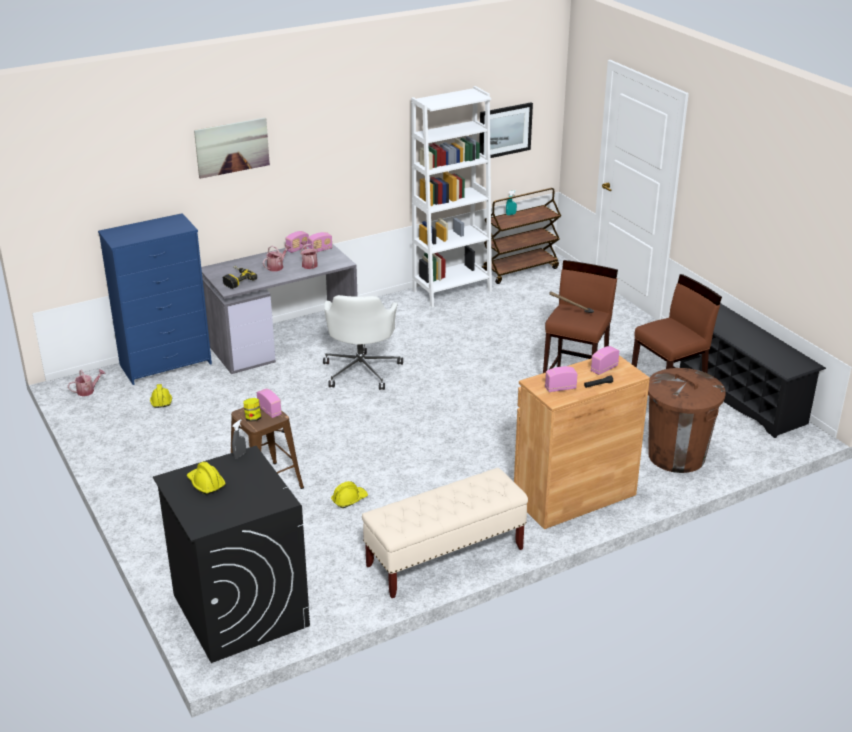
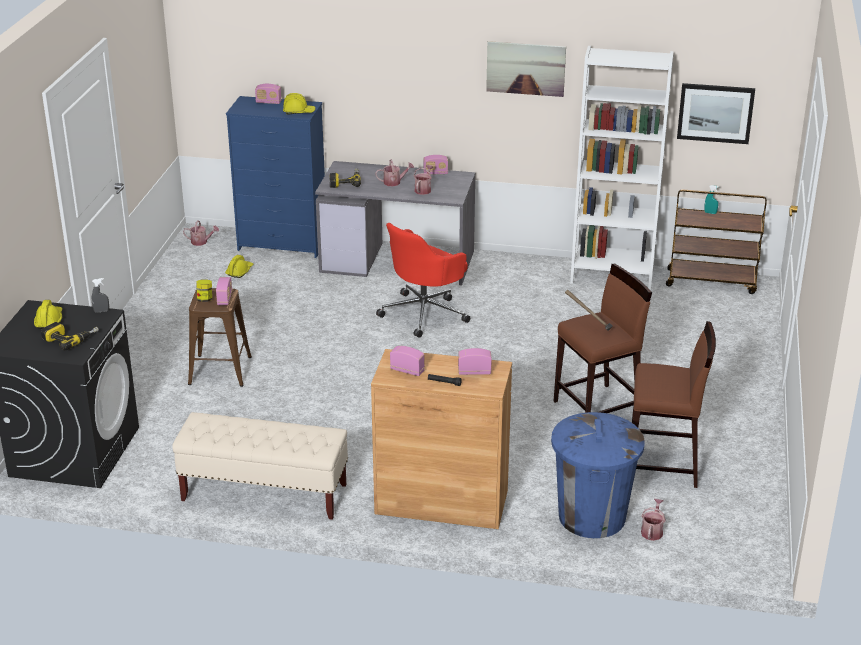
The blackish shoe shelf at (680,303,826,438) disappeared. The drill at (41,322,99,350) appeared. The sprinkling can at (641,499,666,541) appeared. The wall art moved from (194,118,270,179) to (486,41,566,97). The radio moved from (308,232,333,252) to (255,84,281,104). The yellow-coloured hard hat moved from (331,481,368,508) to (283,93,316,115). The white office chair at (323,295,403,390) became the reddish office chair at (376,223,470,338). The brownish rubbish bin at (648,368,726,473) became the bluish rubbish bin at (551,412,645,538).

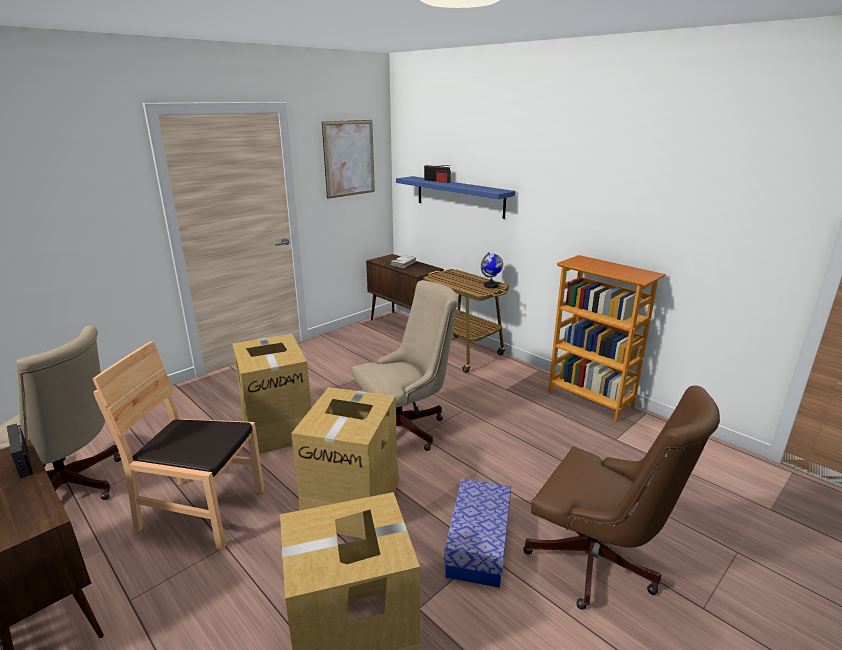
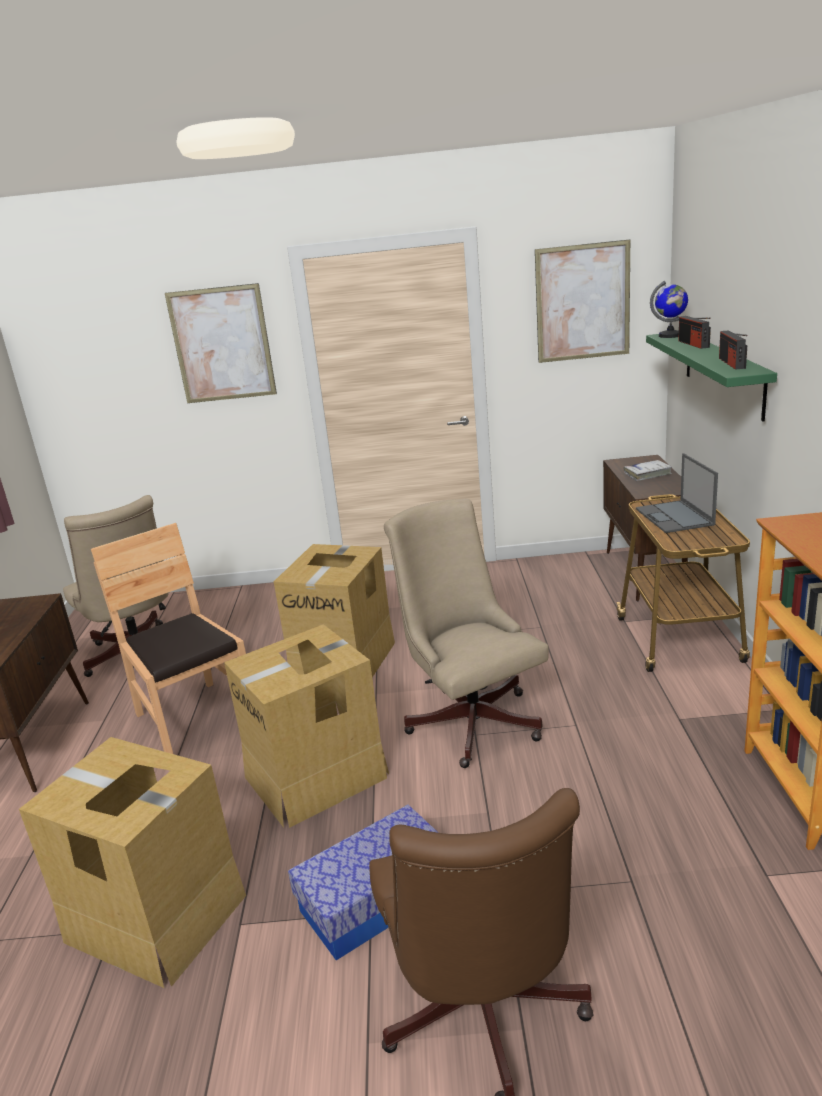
The wall art at (165,283,277,403) appeared. The notebook computer at (636,453,718,533) appeared. The radio moved from (7,423,33,478) to (719,330,748,370). The desk globe moved from (481,252,503,288) to (650,281,688,338). The bluish bracket shelf at (396,176,516,219) became the green bracket shelf at (646,334,777,422). The sand-coloured office chair at (352,280,458,451) turned 135 degrees counterclockwise.

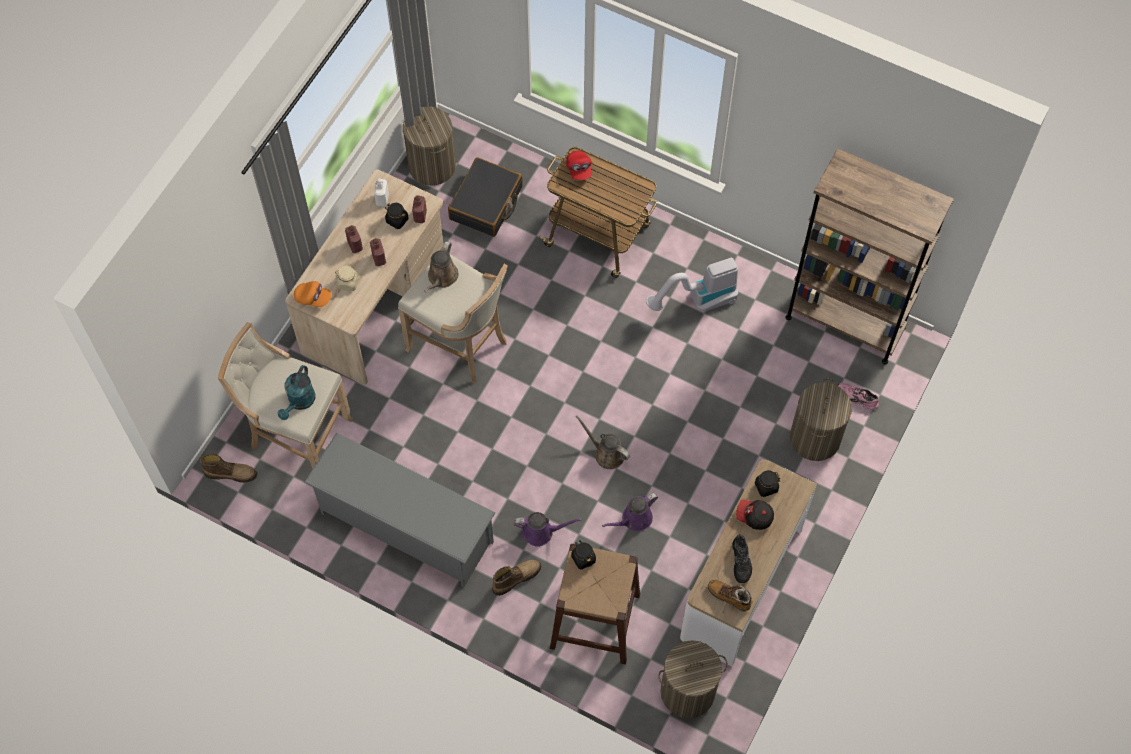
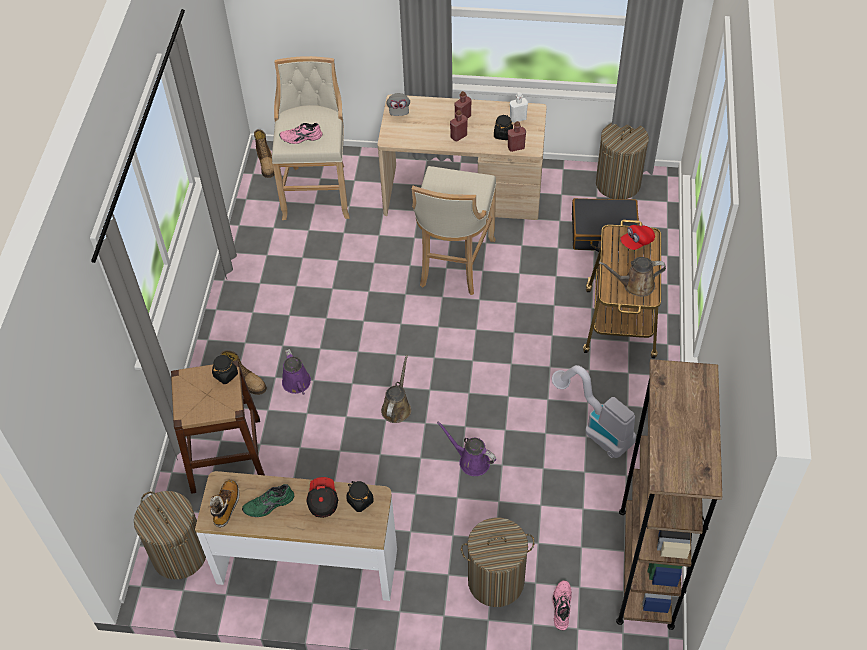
The grey shoe shelf at (305,433,496,587) disappeared. The sand-coloured jar at (335,266,360,291) disappeared. The brownish sprinkling can moved from (424,242,458,292) to (598,257,666,297). The purple-coloured sprinkling can moved from (602,493,658,531) to (437,421,496,476). The blue-green sprinkling can at (278,365,315,420) was replaced by the pink-coloured shoe at (279,123,323,144). The orangey cap at (294,281,331,307) became the grey cap at (386,93,410,116). The blackish shoe at (733,535,752,583) became the green shoe at (242,484,294,517).

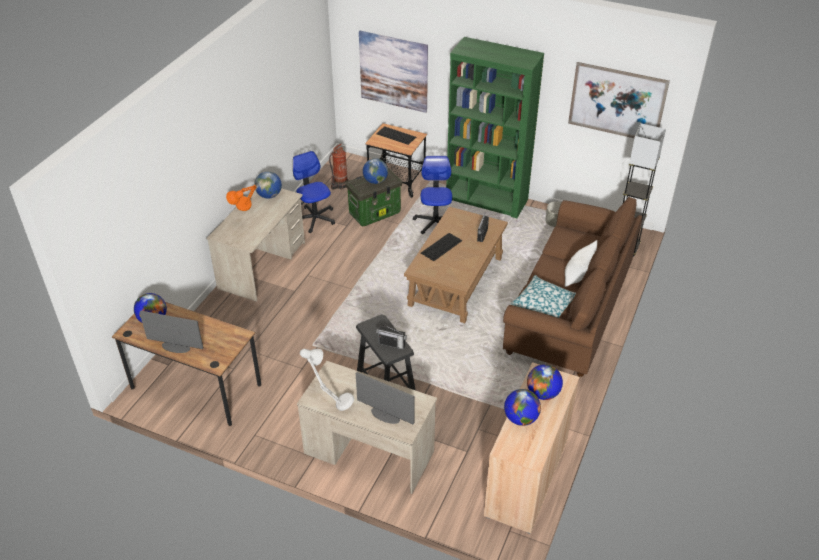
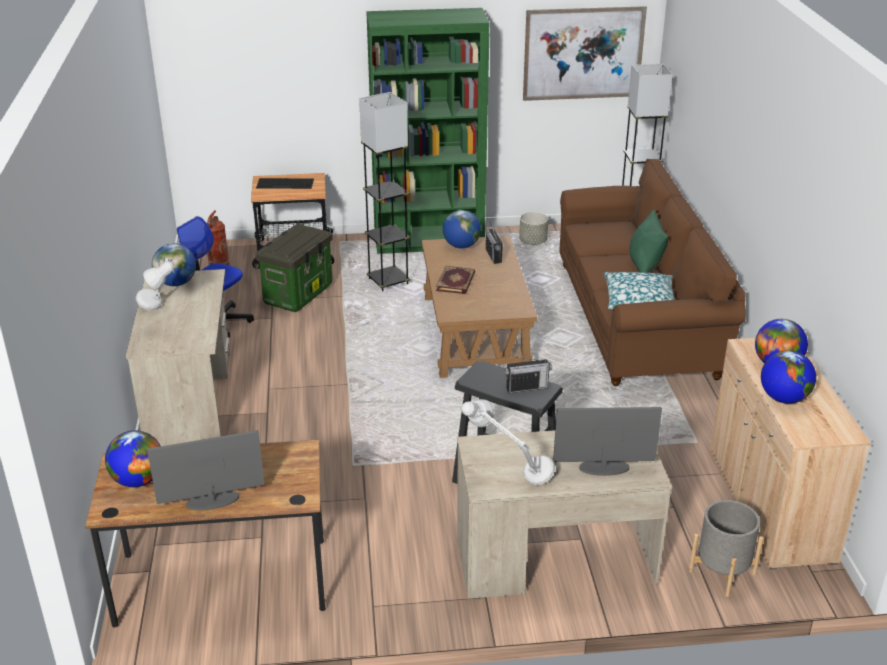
The wall art at (359,31,428,113) disappeared. The grey flower pot at (689,500,764,597) appeared. The desk globe moved from (363,158,388,184) to (443,210,481,248). The office chair at (413,156,452,234) was replaced by the grey standing lamp at (359,92,410,291). The keyboard at (421,233,462,261) was replaced by the book at (436,266,475,294). The orangey lamp for a table at (226,185,256,211) became the grey lamp for a table at (136,258,174,310). The white pillow at (565,240,597,287) became the green pillow at (629,209,668,273).

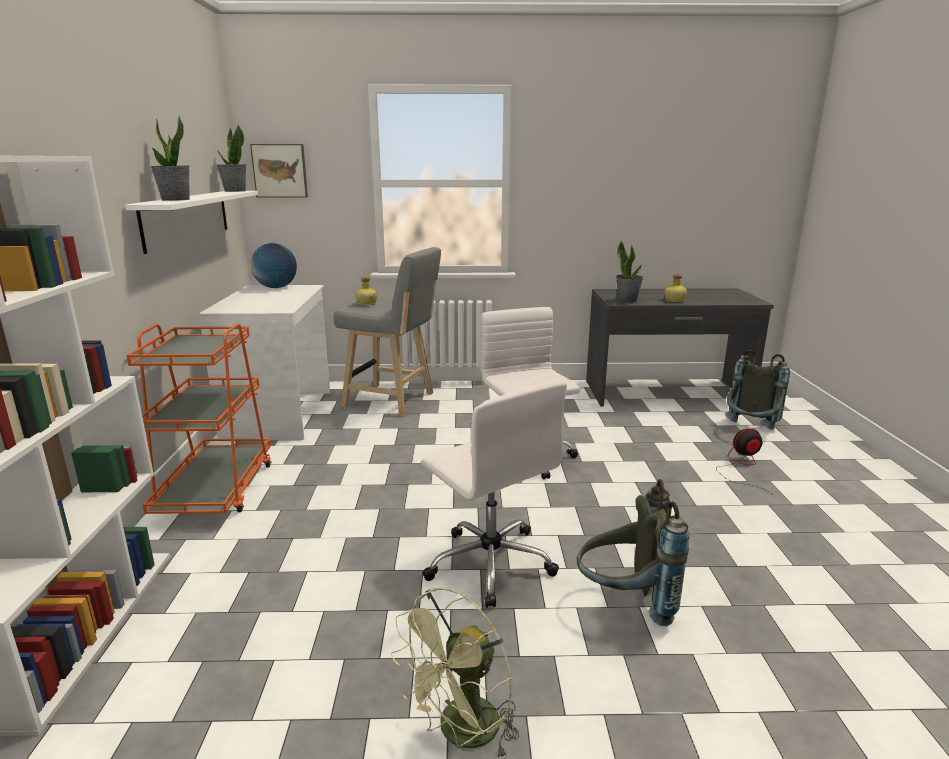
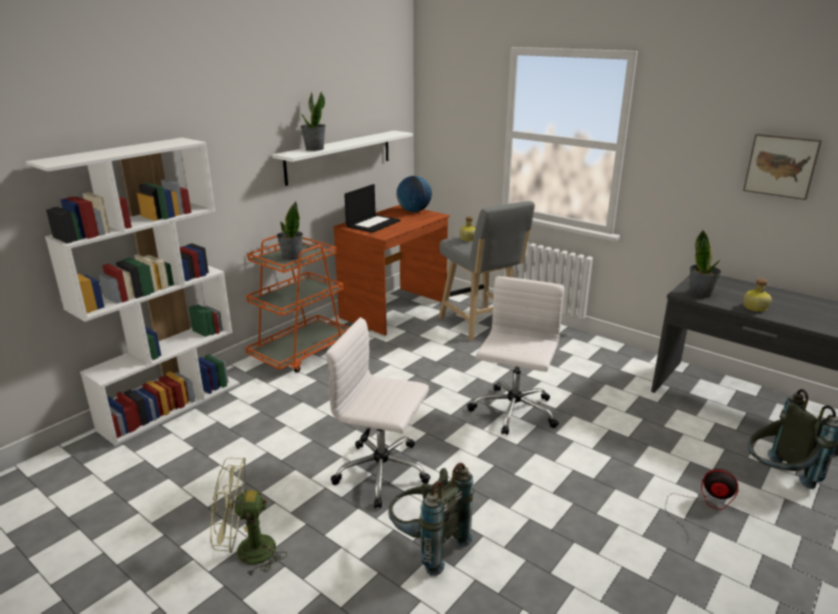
The notebook computer at (344,184,401,233) appeared. The plant in a pot moved from (217,124,247,192) to (277,201,303,260). The wall art moved from (250,144,308,197) to (743,133,822,200). The white desk at (199,285,330,440) became the brownish desk at (333,205,450,336). The white office chair at (421,382,567,608) turned 105 degrees clockwise.

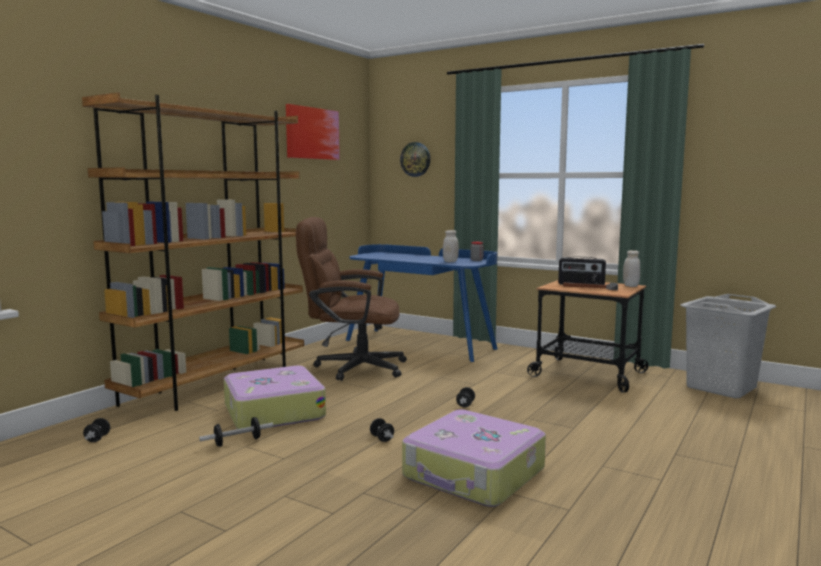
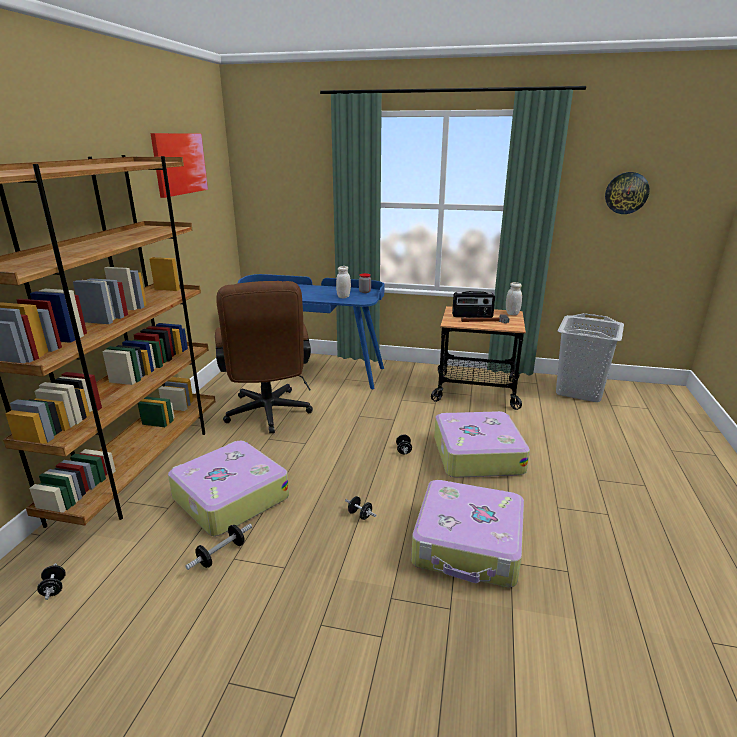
The suitcase at (434,411,530,478) appeared. The wall clock moved from (400,142,430,177) to (605,172,650,214). The brownish office chair at (296,217,407,381) turned 90 degrees counterclockwise.

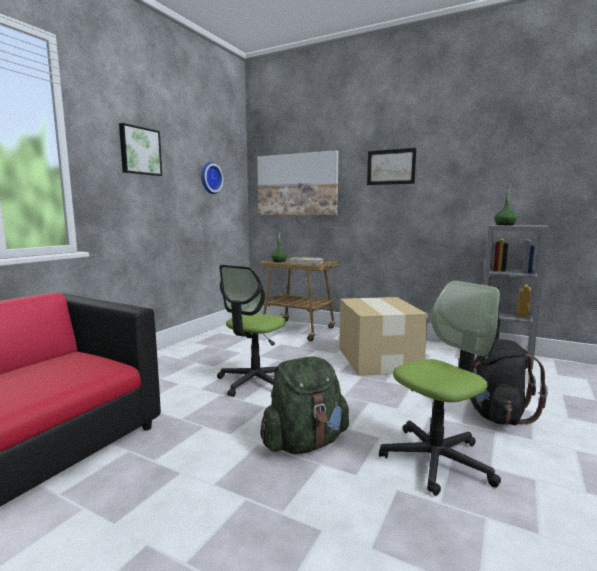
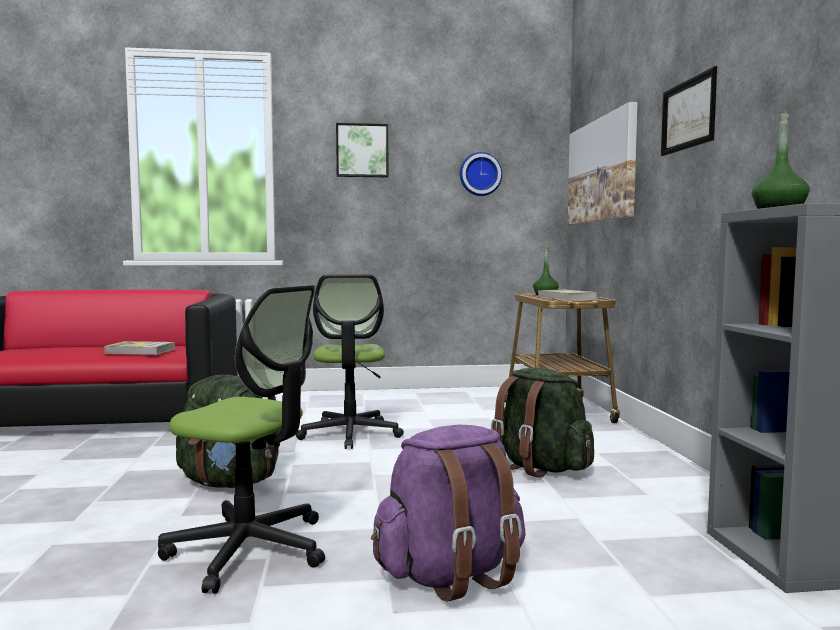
The book at (104,341,175,355) appeared. The carton at (339,297,428,376) was replaced by the green backpack at (491,368,594,478). The blackish backpack at (470,339,548,425) became the purple-coloured backpack at (371,425,526,602). The office chair at (217,265,286,397) turned 90 degrees counterclockwise.

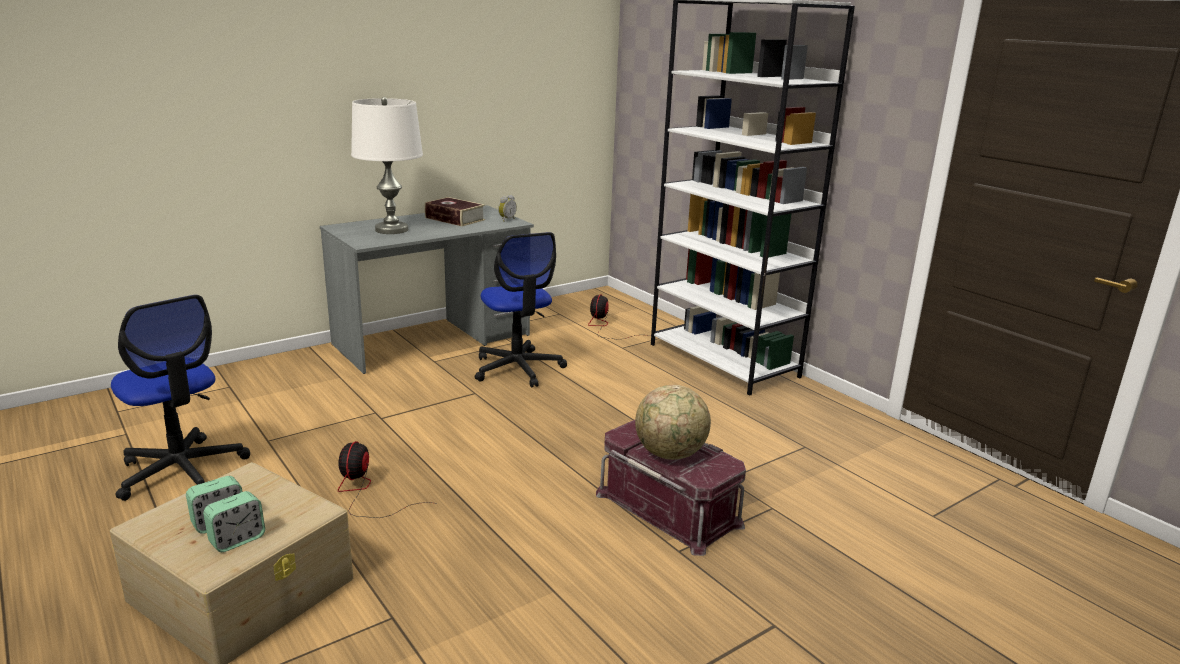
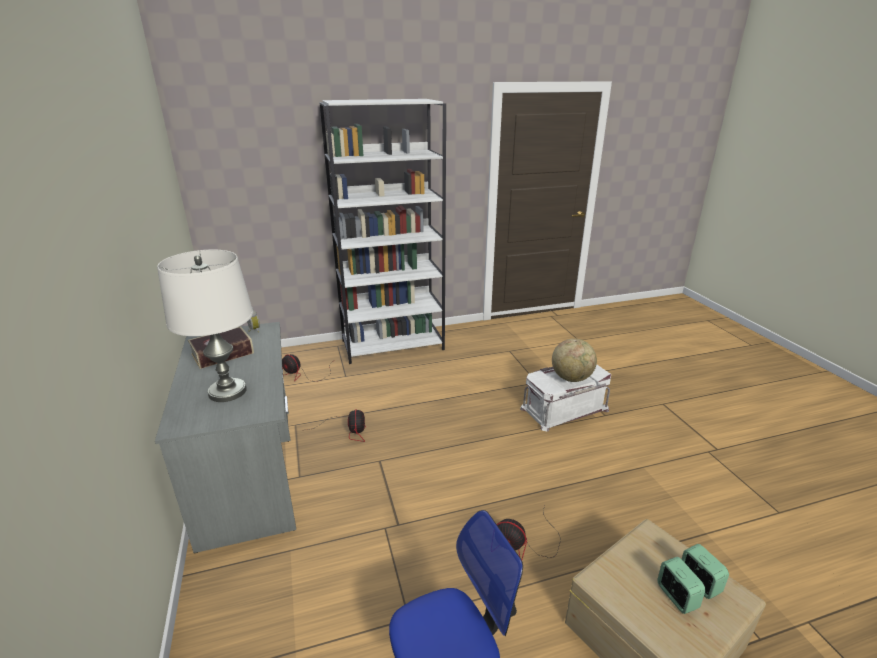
The office chair at (475,232,567,388) was replaced by the cooling fan at (309,409,366,442). The reddish storage box at (596,420,746,556) became the white storage box at (520,364,611,432).

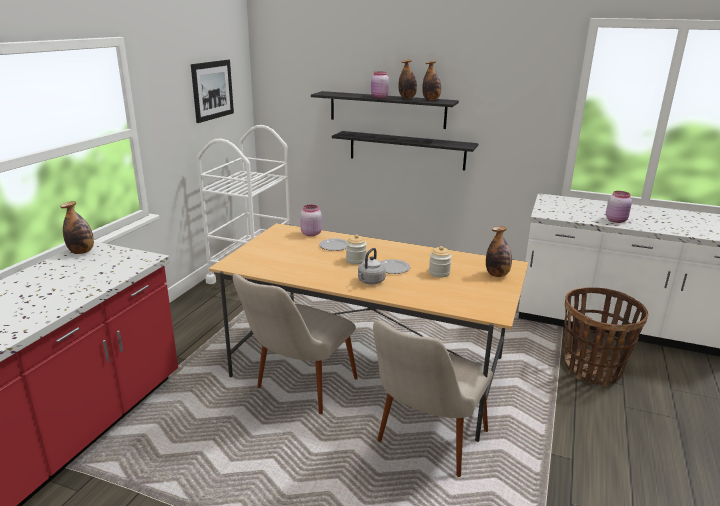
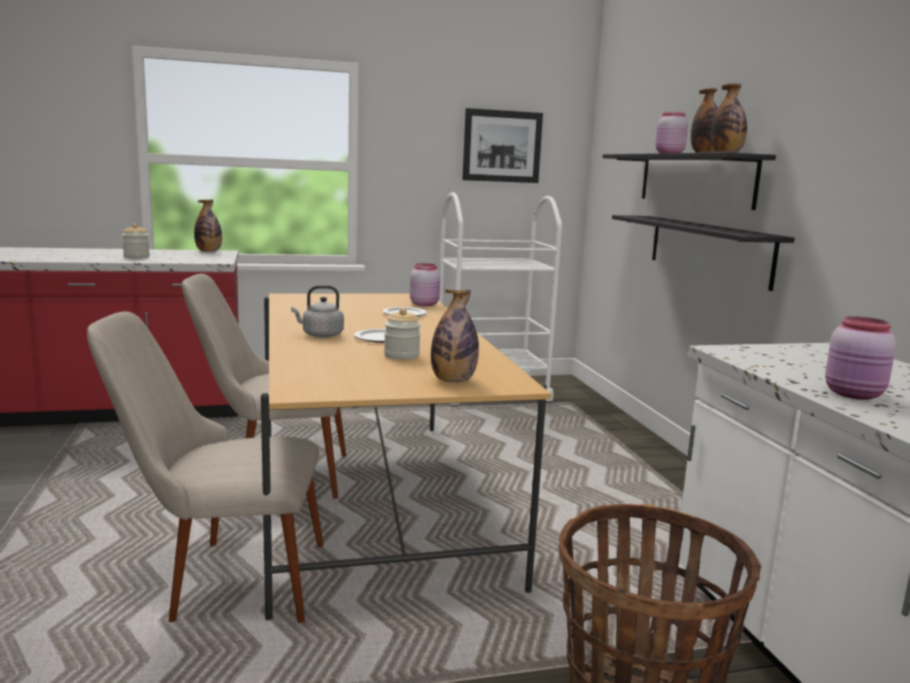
The jar moved from (346,234,367,265) to (122,224,150,258).

